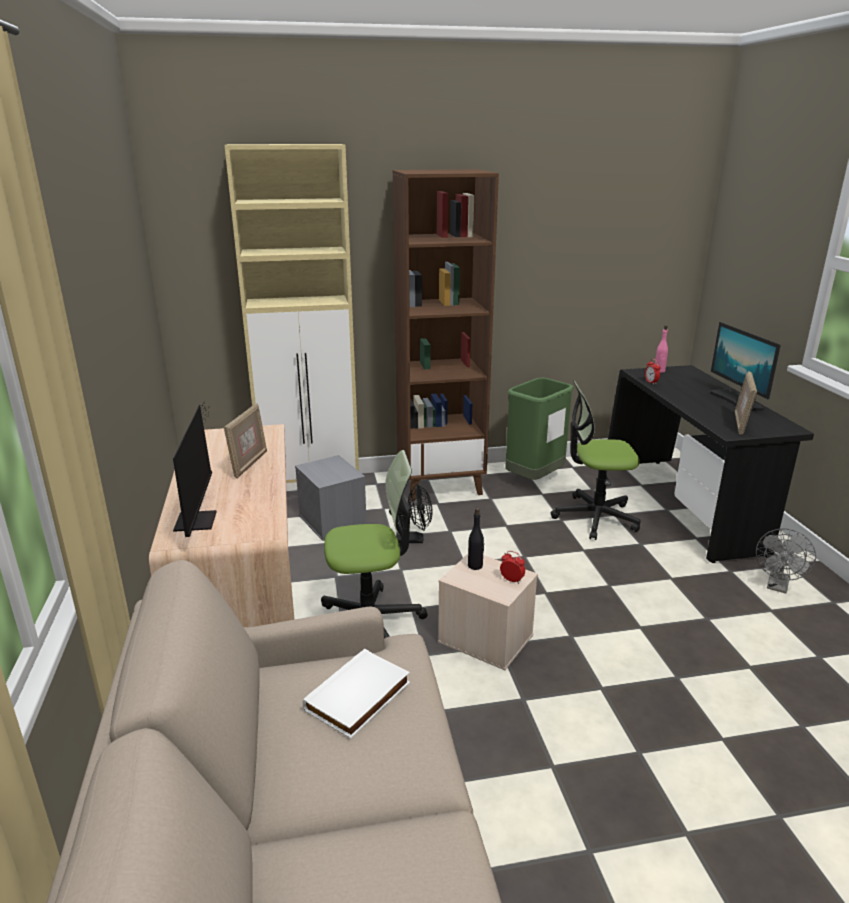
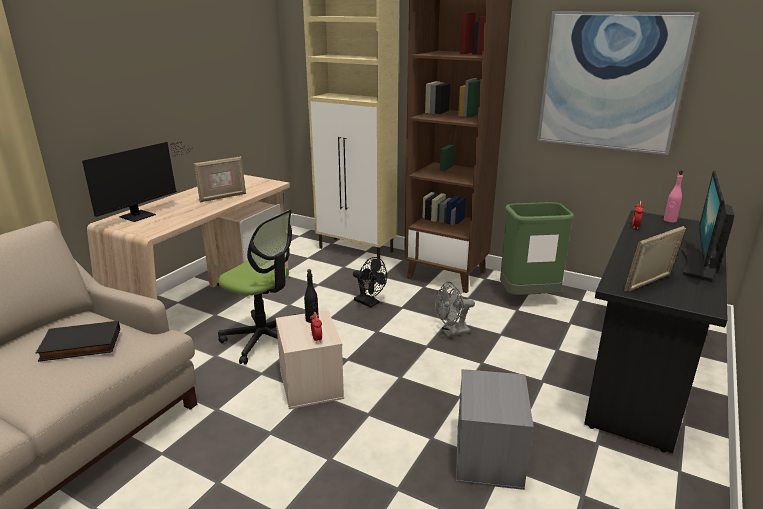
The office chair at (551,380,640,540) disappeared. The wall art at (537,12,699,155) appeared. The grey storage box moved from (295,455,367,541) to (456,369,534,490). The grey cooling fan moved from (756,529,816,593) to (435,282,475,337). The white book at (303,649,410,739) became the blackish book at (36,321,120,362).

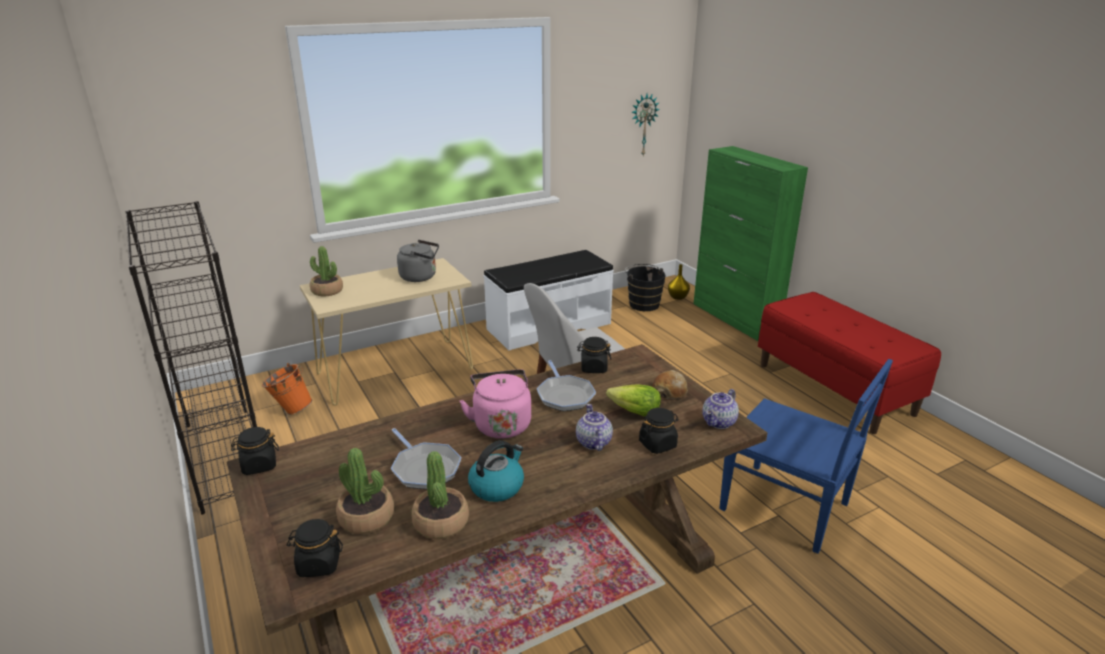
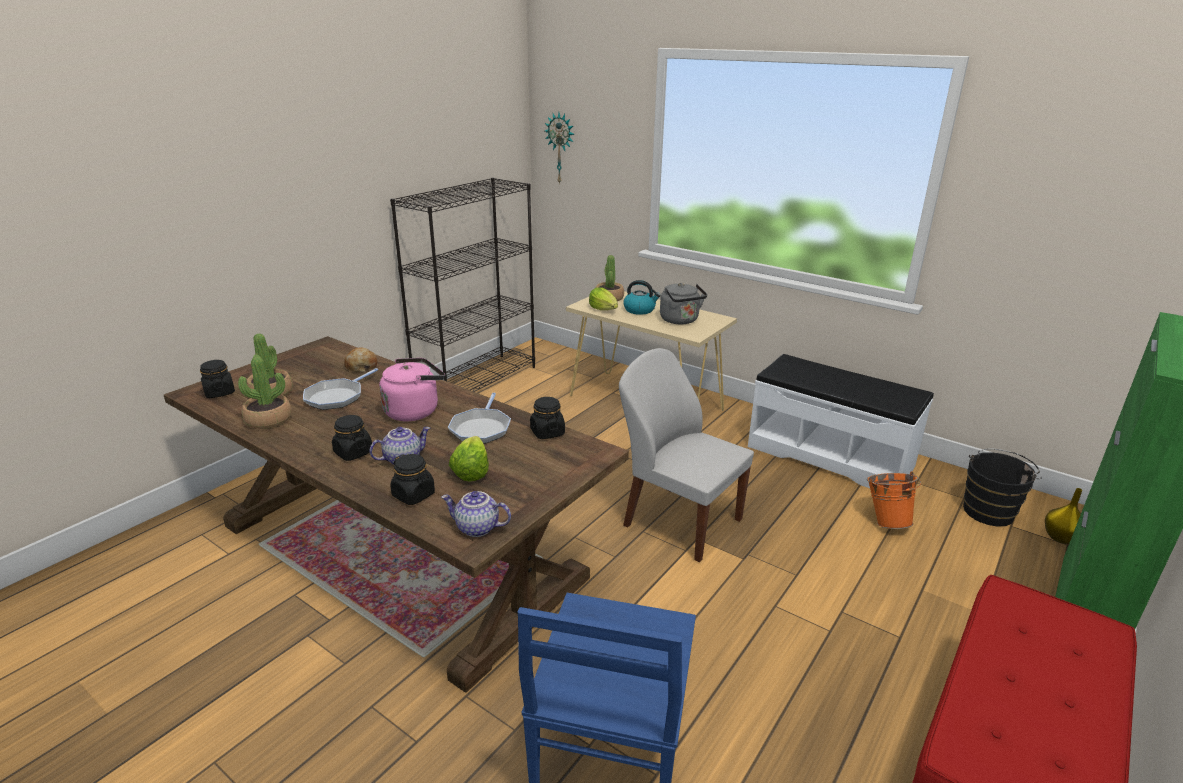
The lettuce head at (589,287,618,310) appeared. The blackish jar moved from (231,427,279,475) to (332,415,373,461). The orangey water bucket moved from (262,363,312,415) to (867,471,921,529). The water kettle moved from (468,440,524,502) to (623,280,661,315). The wall clock moved from (631,93,660,156) to (545,113,574,185). The bread moved from (653,370,688,399) to (344,348,377,372). The pan at (537,360,596,411) turned 45 degrees counterclockwise.

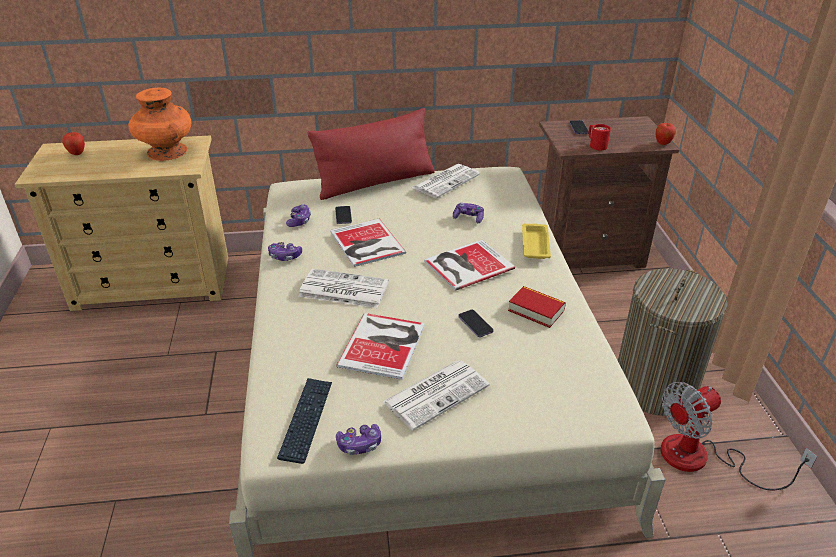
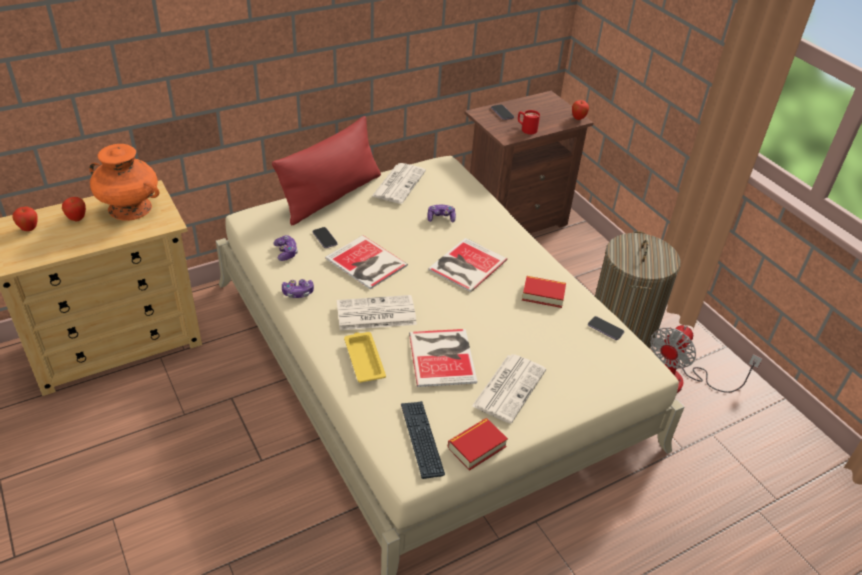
The whole apple at (62,197,86,221) appeared. The telephone moved from (458,310,494,337) to (588,316,624,340). The yellow-coloured tray moved from (522,223,551,259) to (344,332,386,383). The gamepad at (336,424,381,455) was replaced by the book at (448,419,508,471).

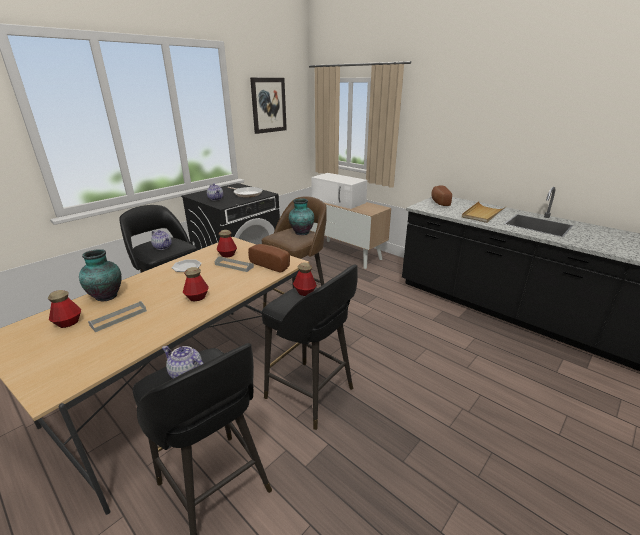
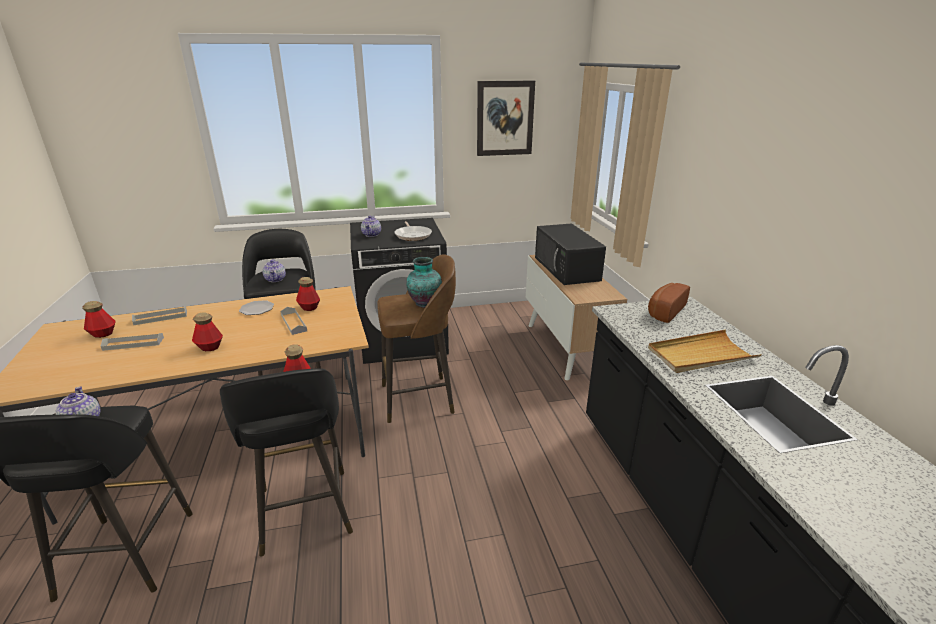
The bread at (248,244,290,273) disappeared. The decorative vase at (79,249,122,302) was replaced by the grey tray at (132,306,187,325). The white microwave at (311,173,367,209) became the blackish microwave at (535,223,606,285).

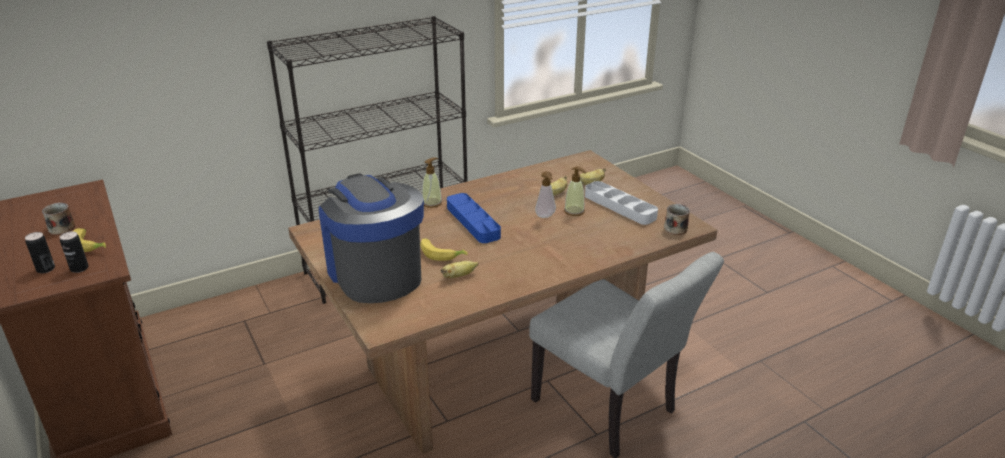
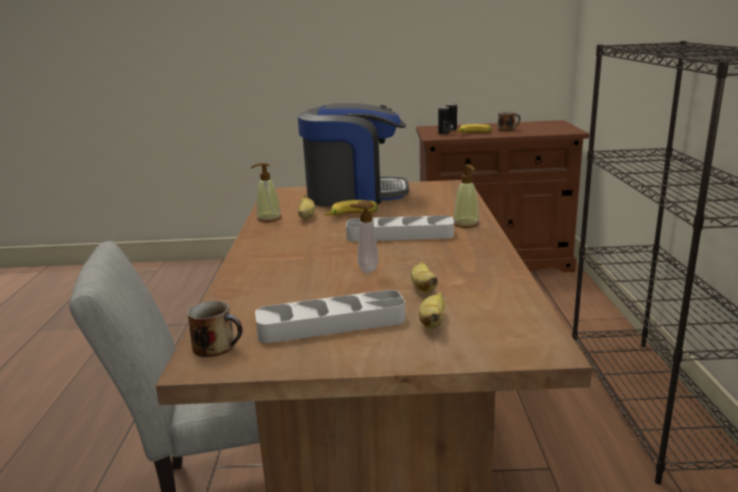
The soap dispenser moved from (564,167,586,216) to (251,163,281,222). The bluish tray at (447,193,501,243) became the grey tray at (346,215,454,241).

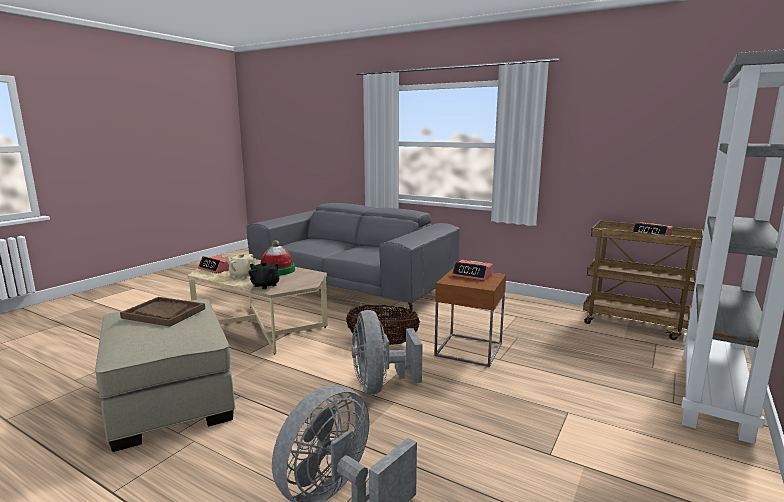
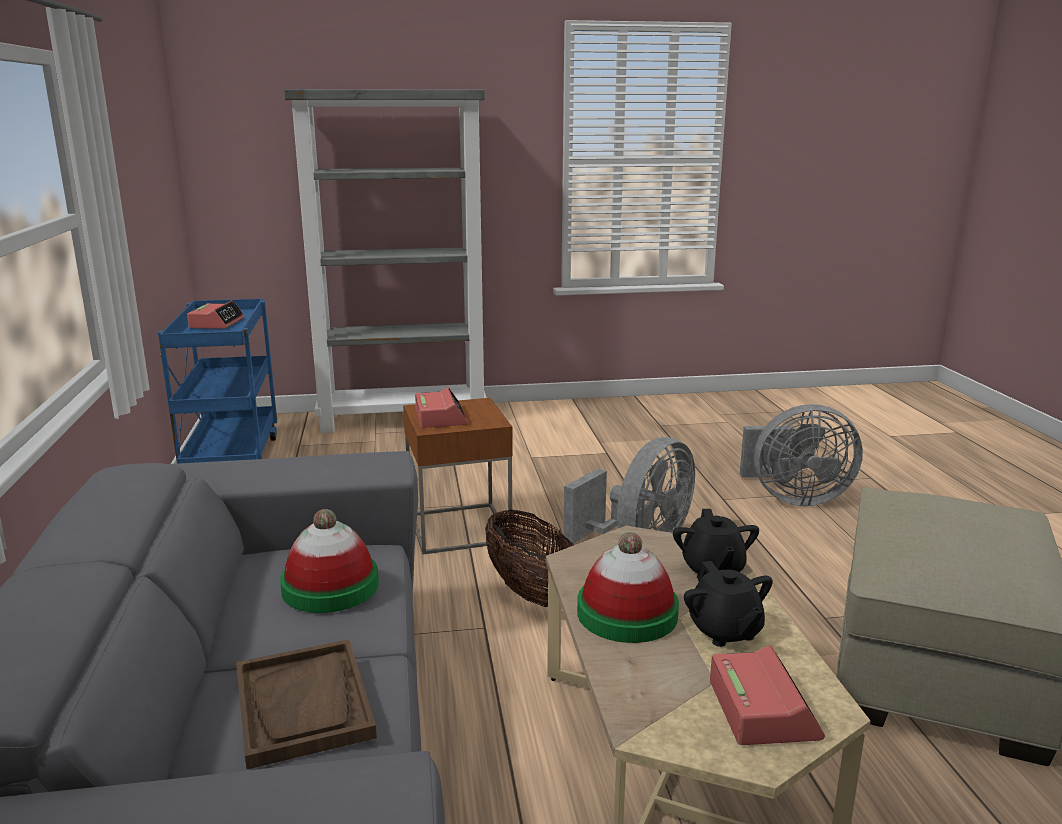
The hat at (280,509,379,613) appeared. The brownish tray moved from (120,297,205,327) to (236,639,377,769). The sand-coloured tea pot at (226,253,258,279) became the blackish tea pot at (684,561,773,647). The brownish cart at (583,221,704,340) became the bluish cart at (158,299,277,464).

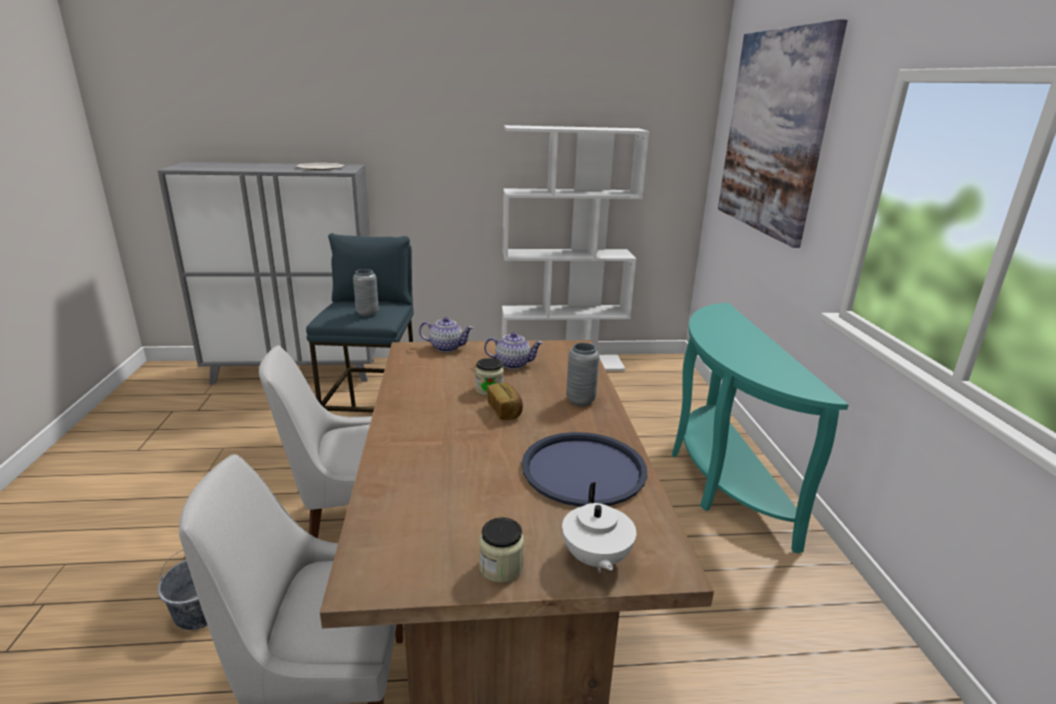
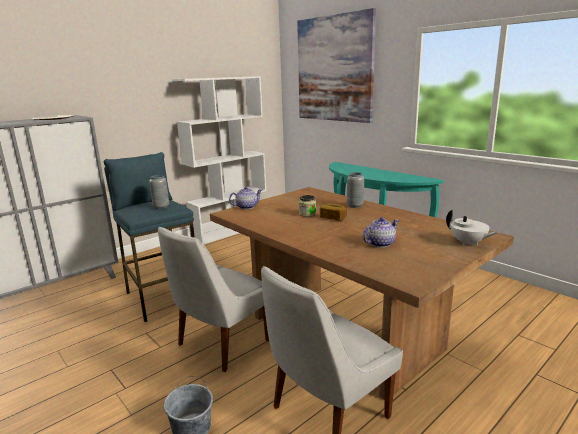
The jar at (479,517,524,583) disappeared. The bluish tray at (521,432,648,507) disappeared. The tea pot moved from (484,332,543,369) to (363,217,399,248).

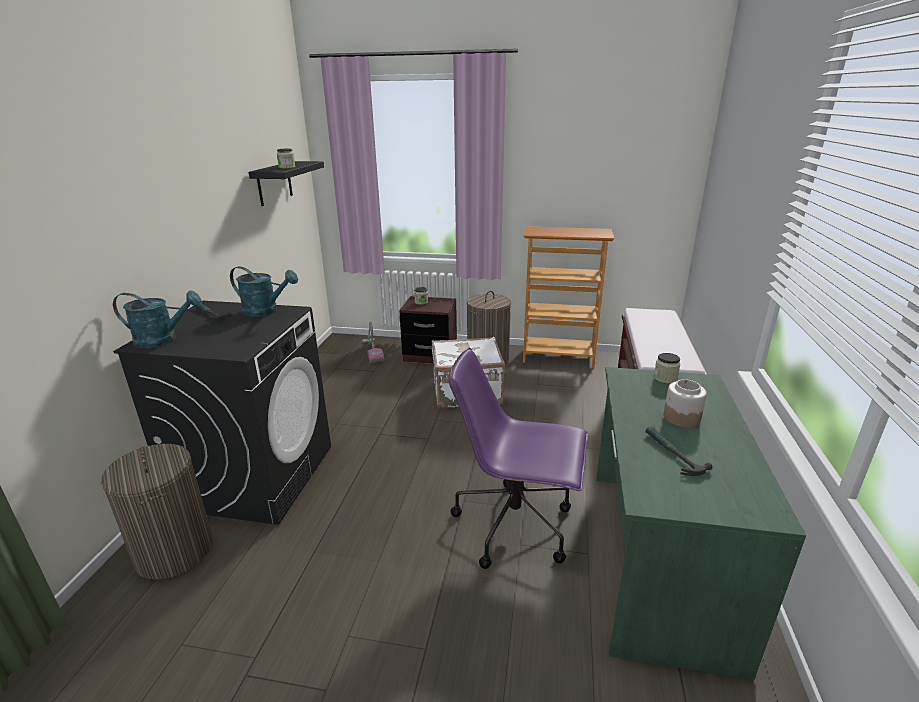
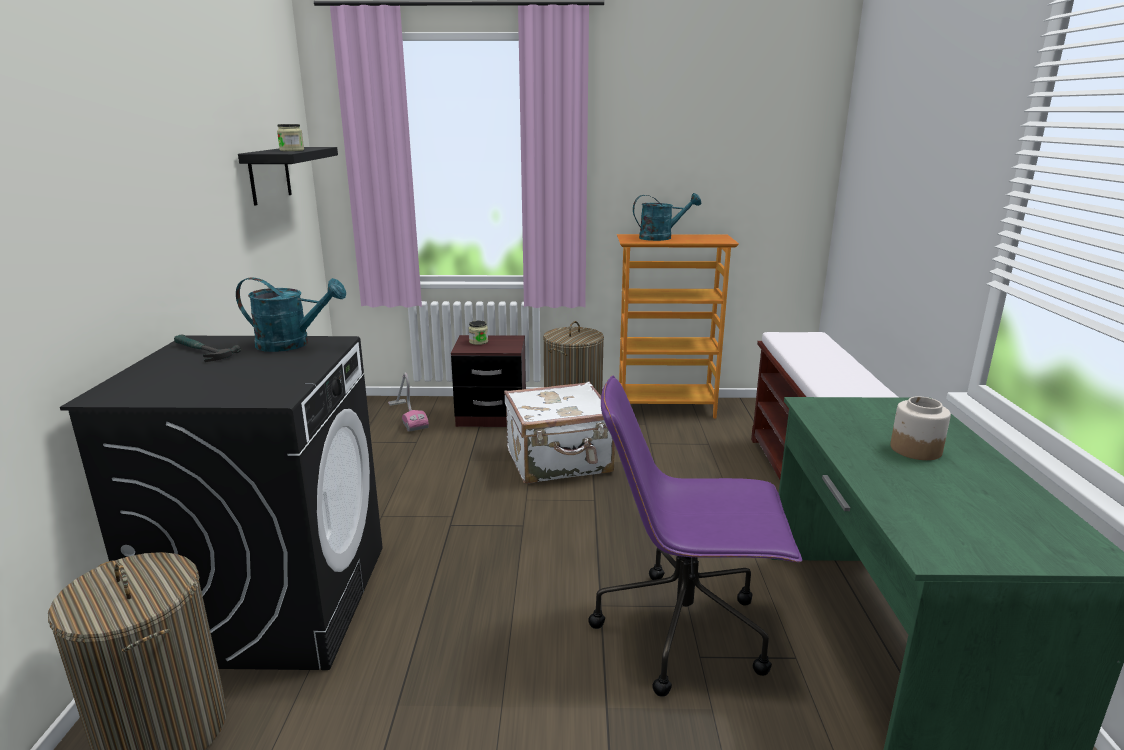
The hand hammer at (646,426,712,476) disappeared. The jar at (654,353,680,384) disappeared. The blue-green sprinkling can moved from (113,291,202,348) to (633,193,701,241).

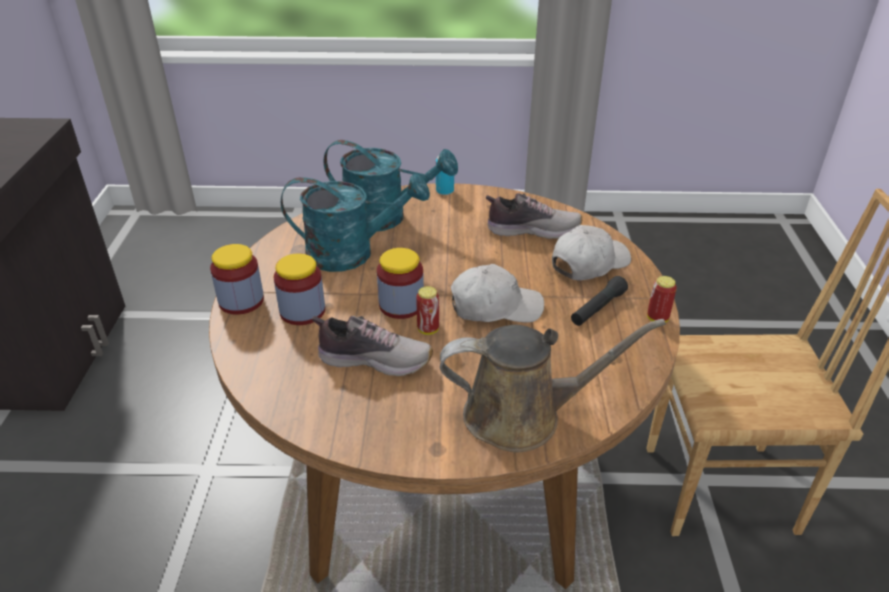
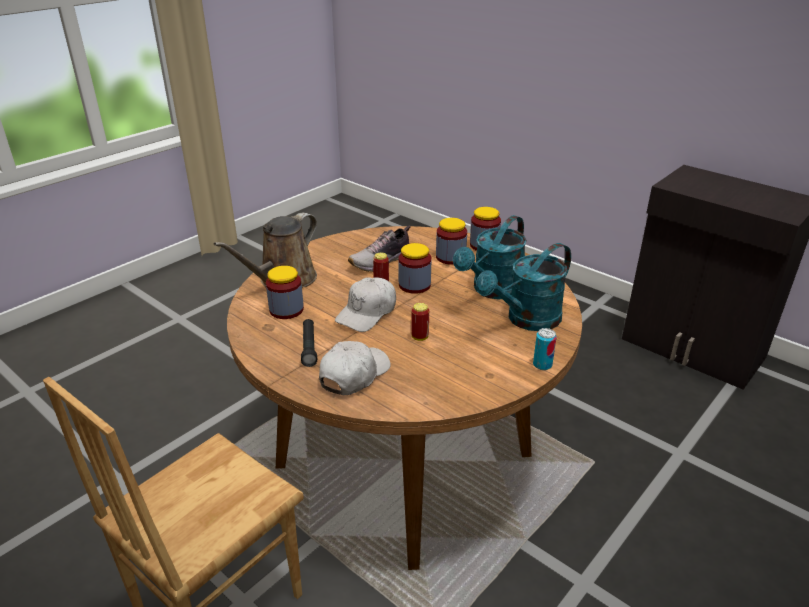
The shoe at (486,193,582,239) disappeared. The jar at (266,266,304,319) appeared. The sealed can moved from (647,276,677,323) to (411,303,429,341). The white cap at (552,225,631,281) turned 150 degrees counterclockwise.

